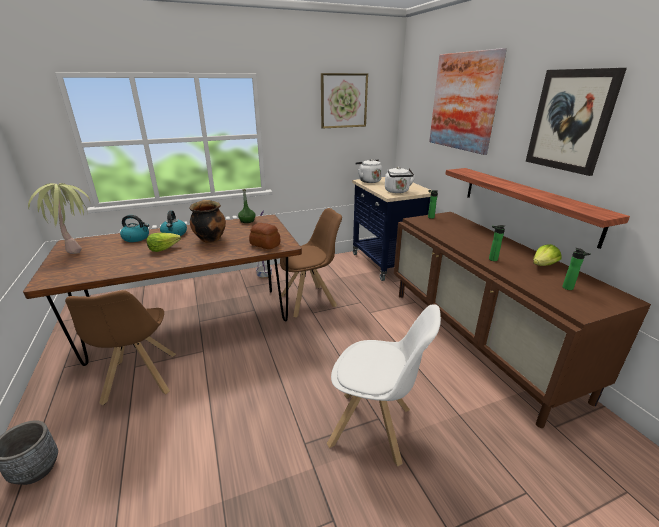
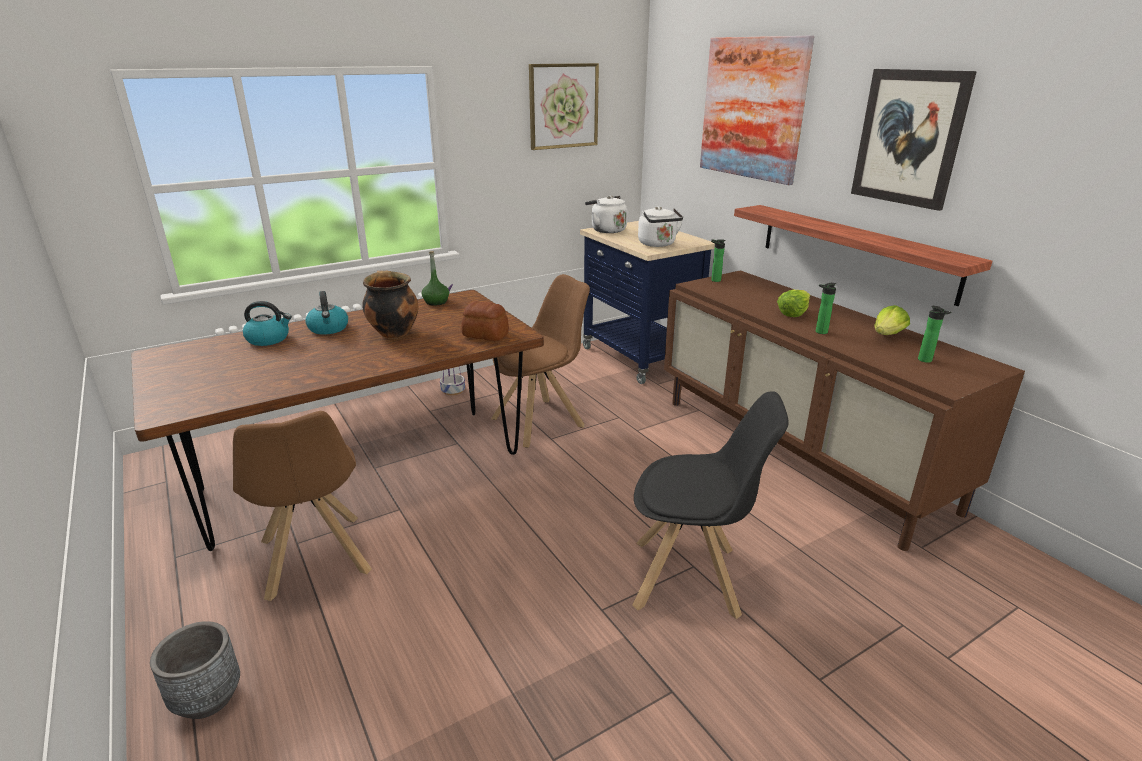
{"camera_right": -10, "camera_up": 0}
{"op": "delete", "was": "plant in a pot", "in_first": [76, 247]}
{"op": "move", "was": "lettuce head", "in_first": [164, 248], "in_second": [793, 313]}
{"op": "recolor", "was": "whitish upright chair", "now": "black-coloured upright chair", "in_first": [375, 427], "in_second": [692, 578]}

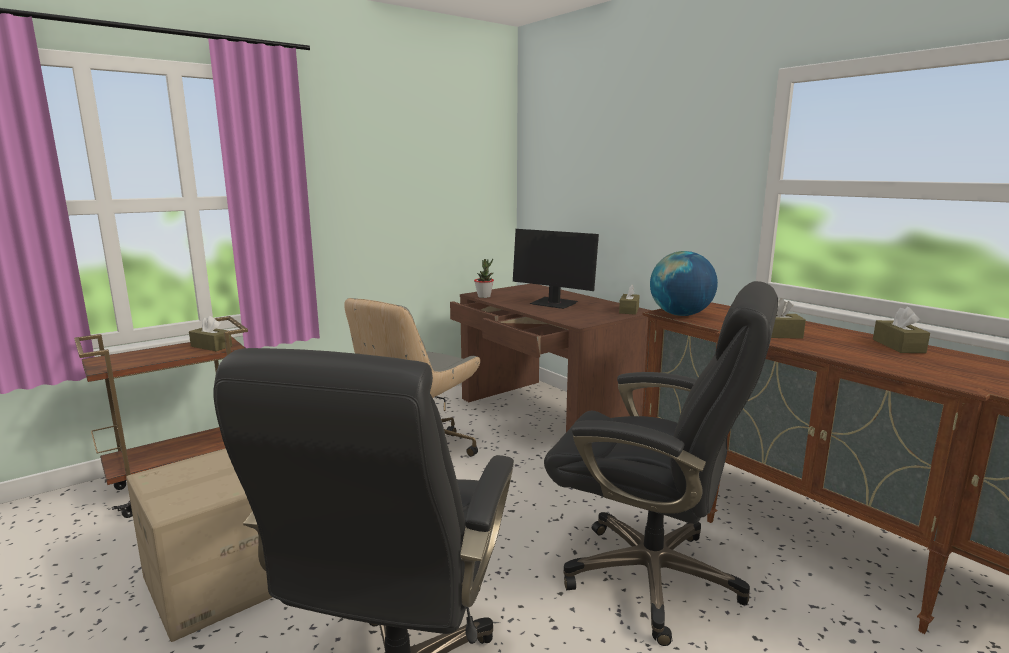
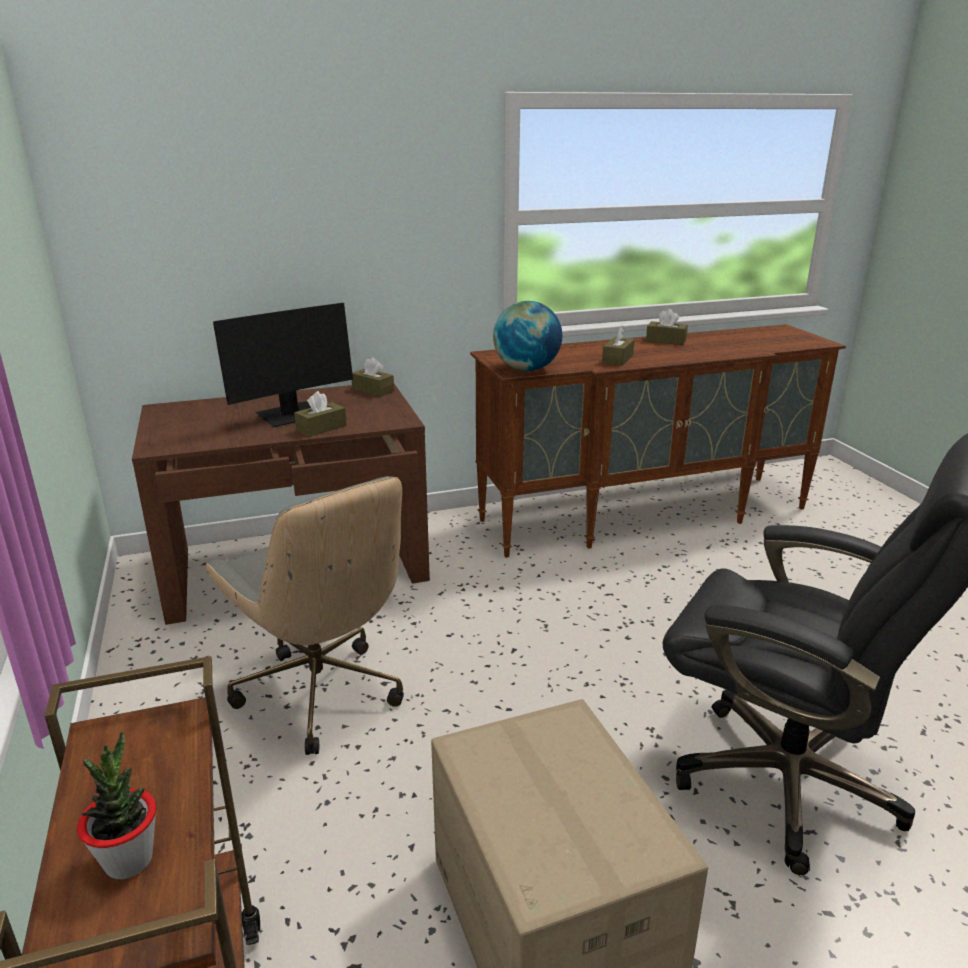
{"camera_right": -70, "camera_up": 10}
{"op": "move", "was": "plant in a pot", "in_first": [484, 296], "in_second": [129, 860]}
{"op": "delete", "was": "black-coloured office chair", "in_first": [647, 576]}
{"op": "move", "was": "brownish tissue box", "in_first": [211, 346], "in_second": [321, 428]}

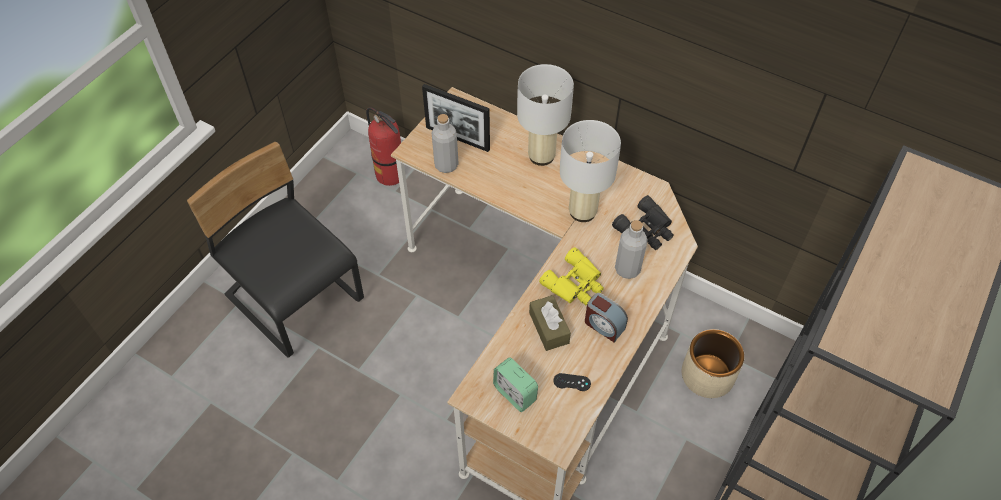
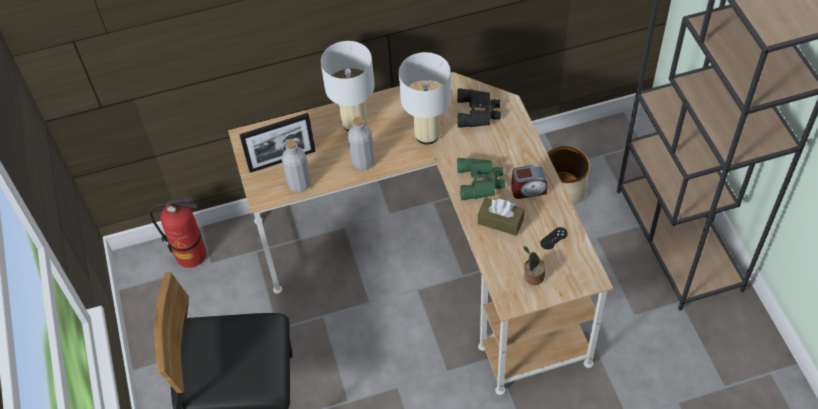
{"camera_right": -45, "camera_up": 0}
{"op": "move", "was": "gray beverage bottle", "in_first": [627, 269], "in_second": [363, 162]}
{"op": "recolor", "was": "yellowish binoculars", "now": "greenish binoculars", "in_first": [575, 284], "in_second": [481, 182]}
{"op": "replace", "was": "table clock", "now": "plant in a pot", "in_first": [515, 393], "in_second": [532, 276]}

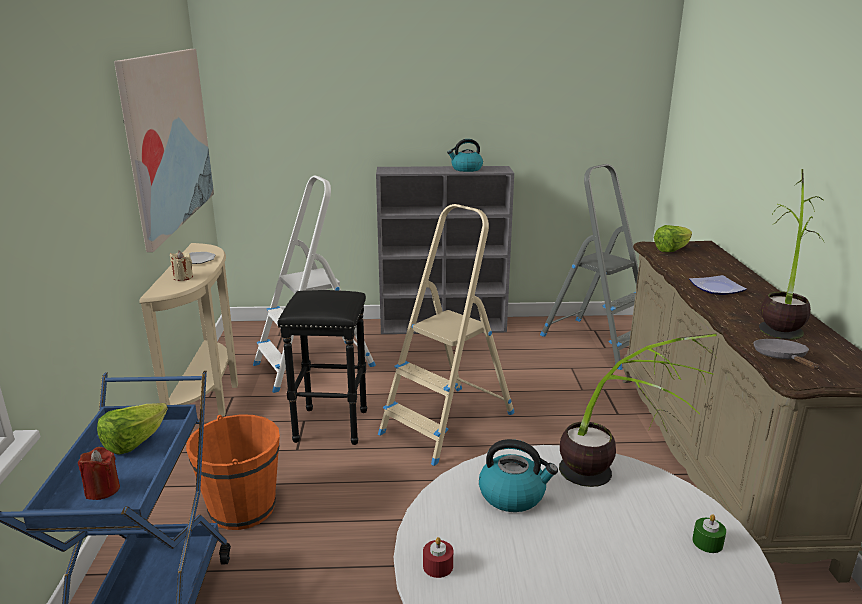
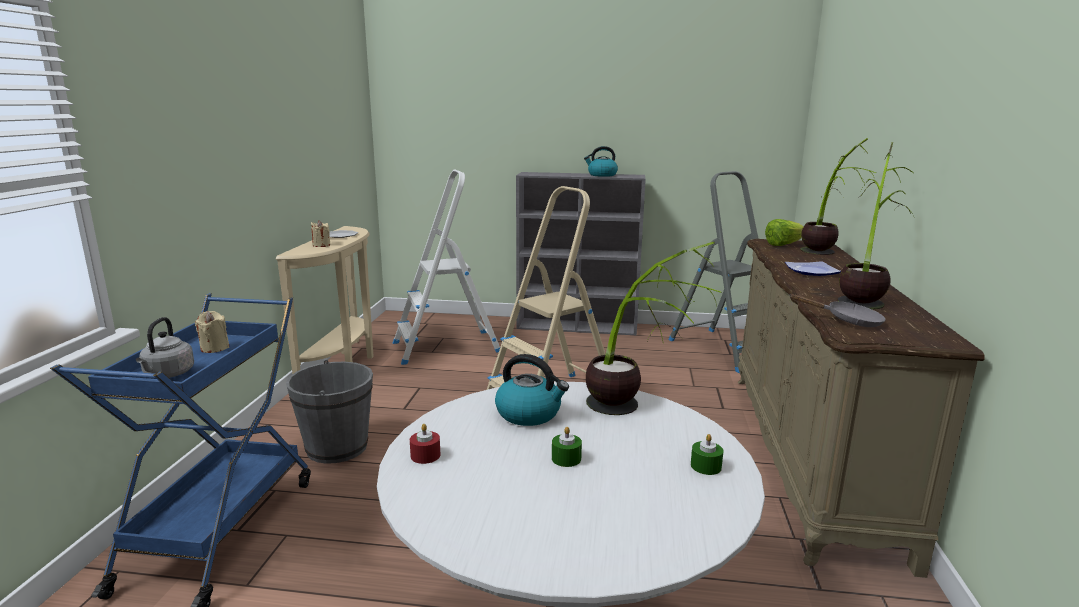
{"camera_right": 10, "camera_up": -5}
{"op": "delete", "was": "picture", "in_first": [169, 140]}
{"op": "delete", "was": "black-coloured sitting stool", "in_first": [330, 424]}
{"op": "rotate", "was": "gray frying pan", "in_first": [782, 358], "in_second": [847, 321], "clockwise": 105}
{"op": "replace", "was": "lettuce head", "now": "beige candle", "in_first": [134, 443], "in_second": [214, 348]}
{"op": "recolor", "was": "orangey pail", "now": "gray pail", "in_first": [242, 508], "in_second": [337, 447]}
{"op": "replace", "was": "red-coloured candle", "now": "gray kettle", "in_first": [102, 490], "in_second": [167, 374]}
{"op": "insert", "now": "plant in a pot", "in_second": [825, 255]}
{"op": "insert", "now": "greenish candle", "in_second": [566, 458]}

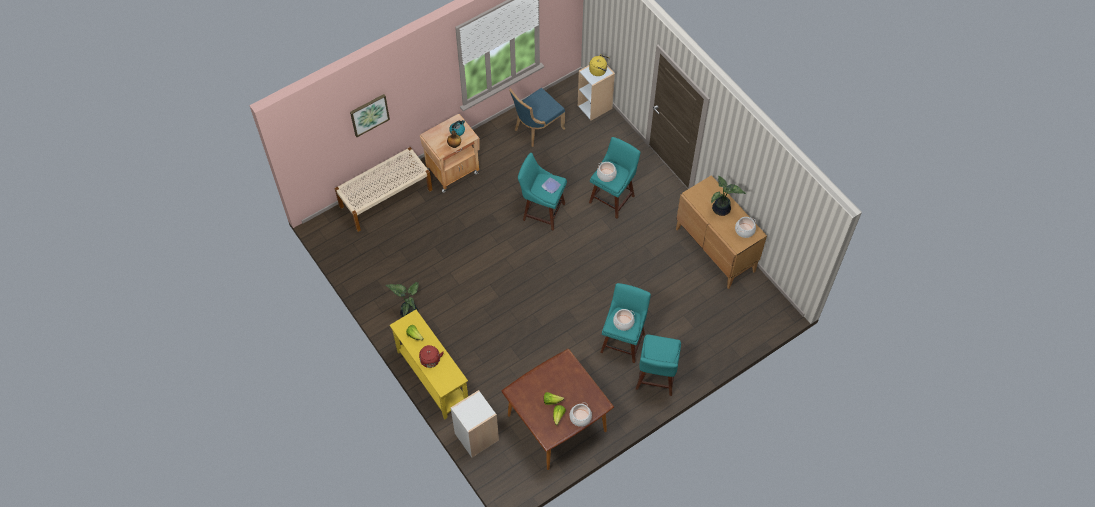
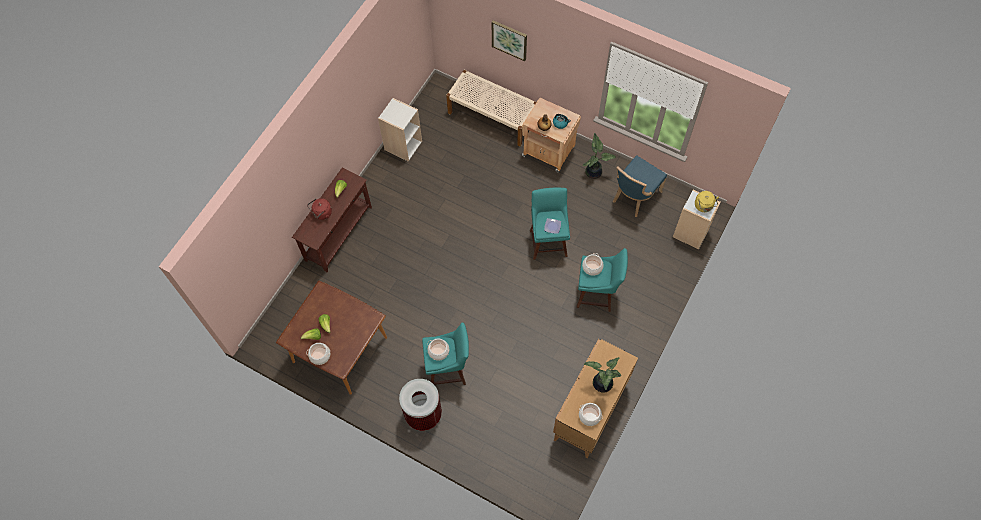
{"camera_right": 65, "camera_up": 5}
{"op": "rotate", "was": "bluish upright chair", "in_first": [536, 129], "in_second": [634, 197], "clockwise": -75}
{"op": "move", "was": "plant in a pot", "in_first": [409, 312], "in_second": [594, 171]}
{"op": "recolor", "was": "yellowish console table", "now": "brownish console table", "in_first": [432, 377], "in_second": [338, 233]}
{"op": "replace", "was": "turquoise sitting stool", "now": "trash can", "in_first": [655, 379], "in_second": [423, 414]}
{"op": "move", "was": "shelving unit", "in_first": [476, 436], "in_second": [403, 145]}

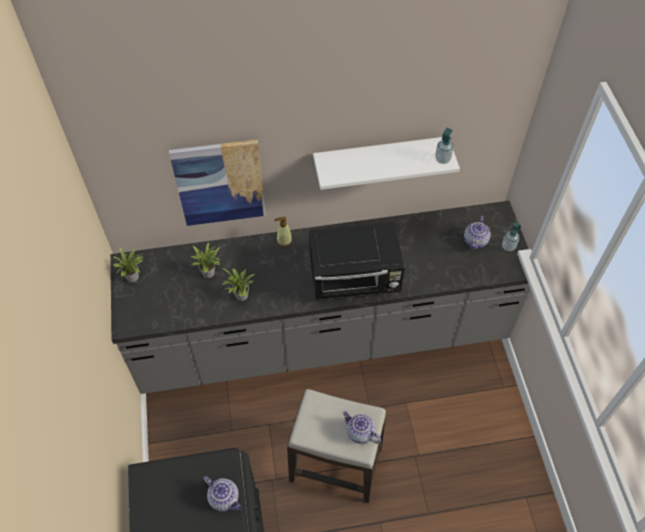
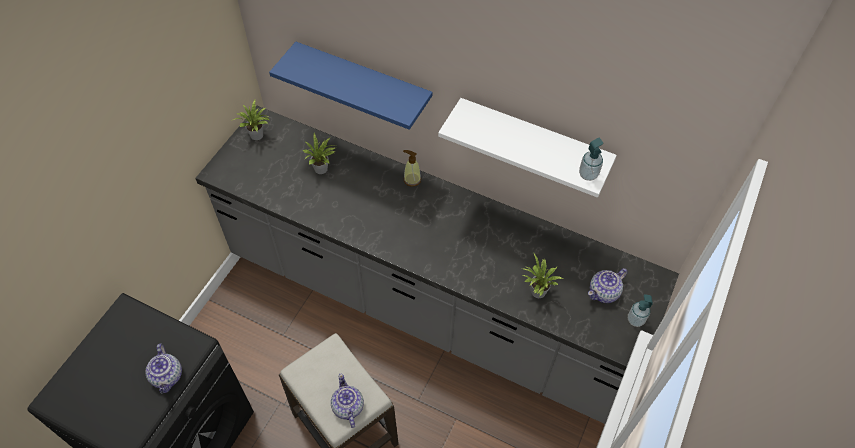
{"camera_right": 35, "camera_up": 0}
{"op": "replace", "was": "picture", "now": "bluish wall shelf", "in_first": [220, 183], "in_second": [363, 83]}
{"op": "delete", "was": "black-coloured kitchen microwave", "in_first": [355, 278]}
{"op": "move", "was": "plant in a pot", "in_first": [241, 297], "in_second": [536, 292]}

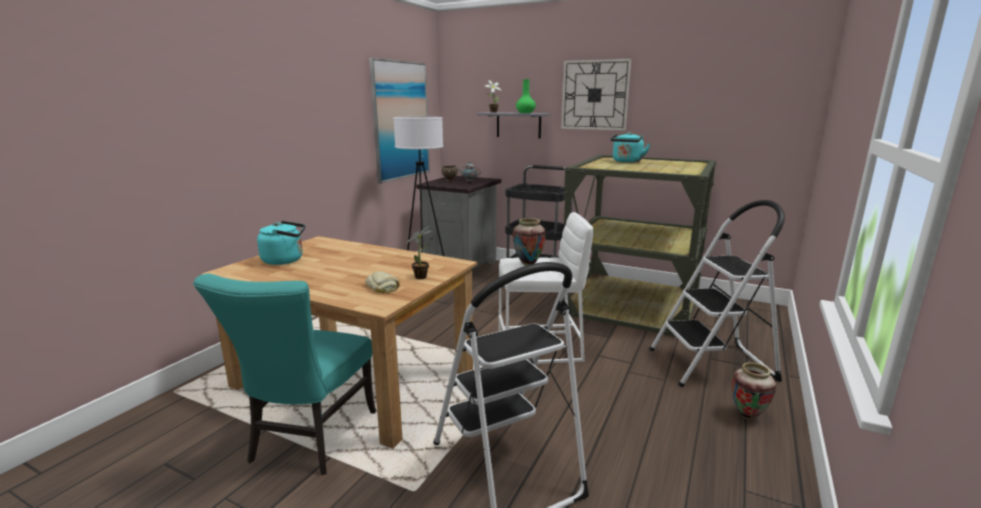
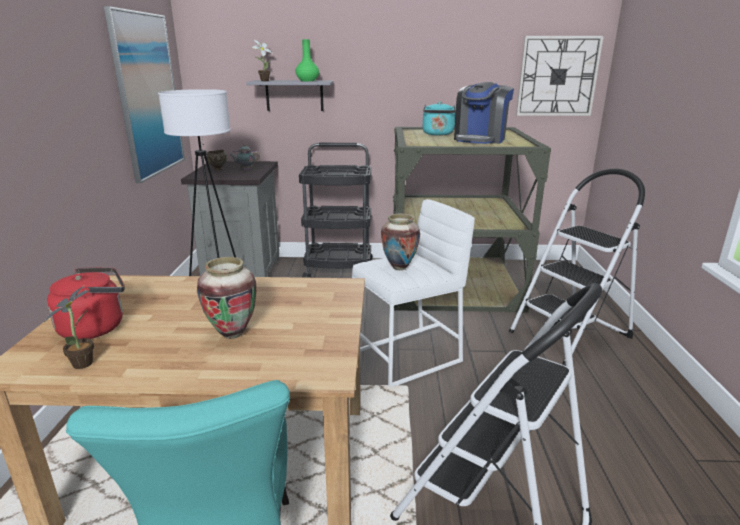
{"camera_right": -25, "camera_up": 5}
{"op": "move", "was": "hanging clock", "in_first": [594, 95], "in_second": [557, 76]}
{"op": "recolor", "was": "turquoise kettle", "now": "red-coloured kettle", "in_first": [285, 260], "in_second": [96, 327]}
{"op": "move", "was": "plant in a pot", "in_first": [422, 276], "in_second": [86, 362]}
{"op": "delete", "was": "baked bread", "in_first": [382, 286]}
{"op": "move", "was": "decorative vase", "in_first": [747, 415], "in_second": [232, 334]}
{"op": "insert", "now": "coffee brewer", "in_second": [480, 139]}

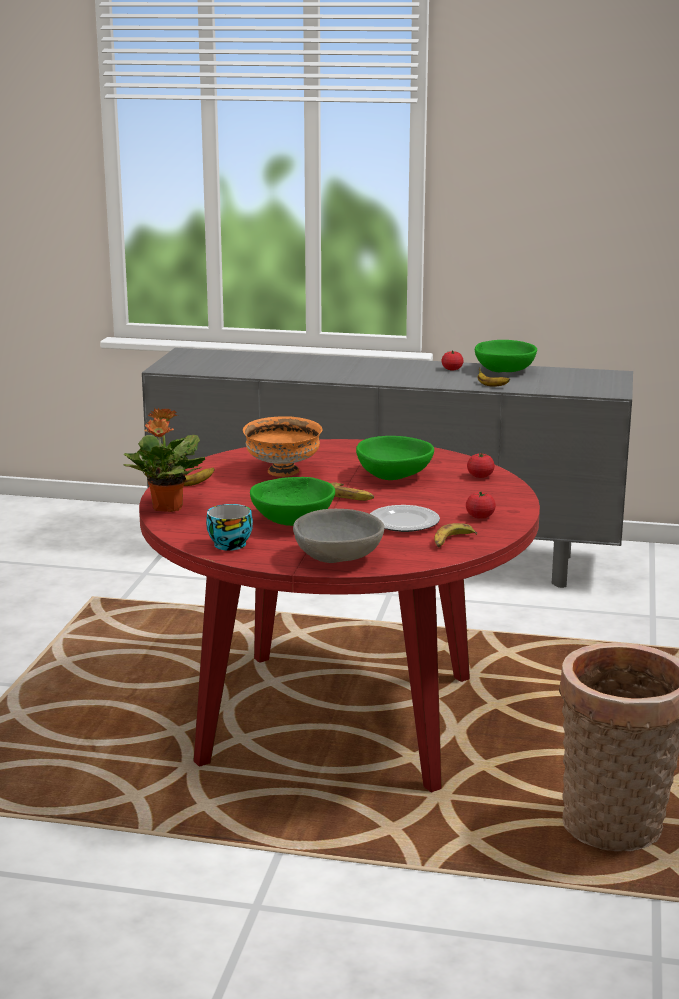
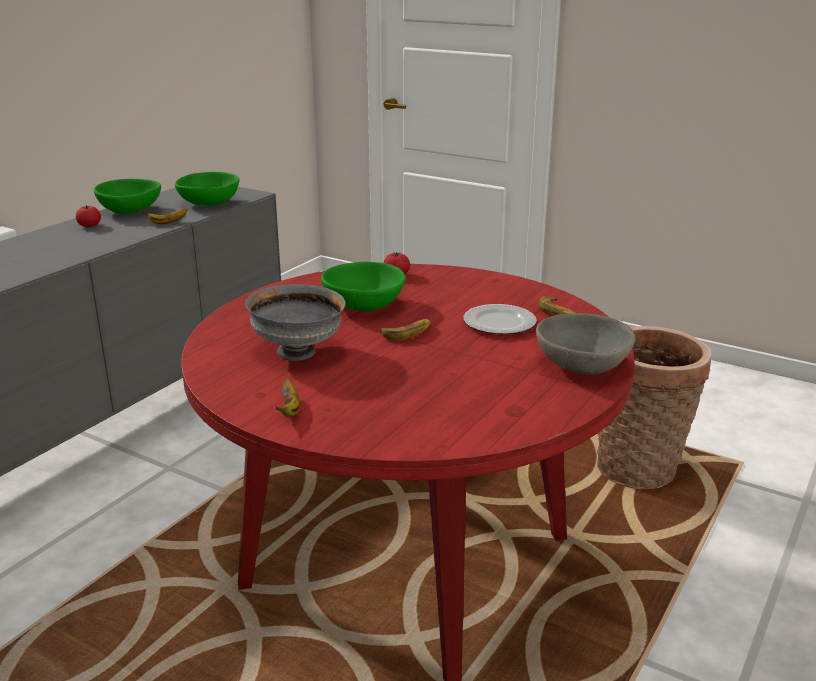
{"camera_right": -70, "camera_up": 5}
{"op": "delete", "was": "plant in a pot", "in_first": [167, 508]}
{"op": "recolor", "was": "orangey bowl", "now": "gray bowl", "in_first": [284, 472], "in_second": [298, 352]}
{"op": "move", "was": "greenish bowl", "in_first": [292, 521], "in_second": [208, 204]}
{"op": "delete", "was": "whole tomato", "in_first": [480, 516]}
{"op": "delete", "was": "drinking cup", "in_first": [230, 544]}

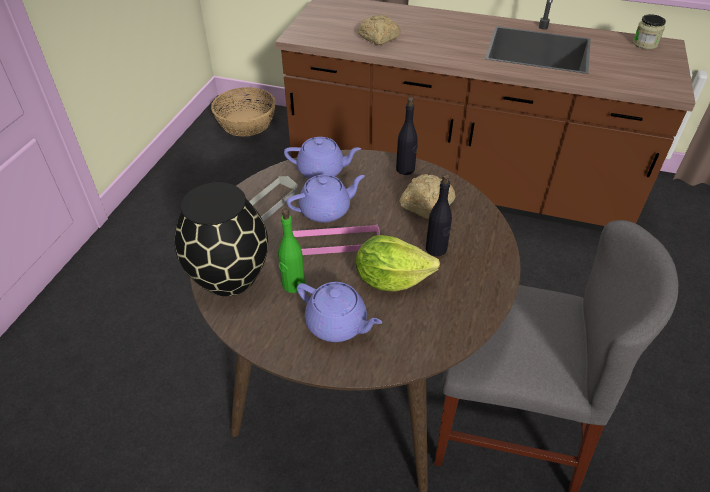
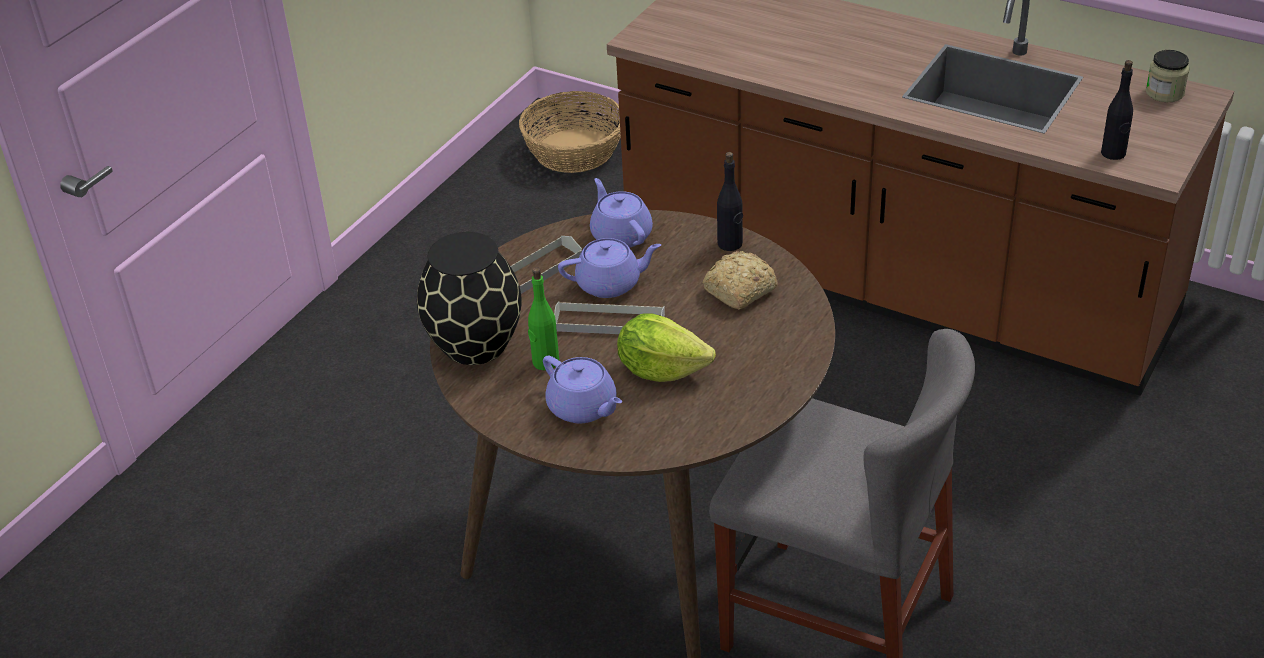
{"camera_right": 15, "camera_up": -5}
{"op": "delete", "was": "baked bread", "in_first": [378, 38]}
{"op": "rotate", "was": "purplish pot for tea", "in_first": [322, 171], "in_second": [620, 235], "clockwise": -135}
{"op": "move", "was": "black-coloured beverage bottle", "in_first": [436, 249], "in_second": [1113, 153]}
{"op": "recolor", "was": "pink tray", "now": "gray tray", "in_first": [335, 243], "in_second": [609, 322]}

